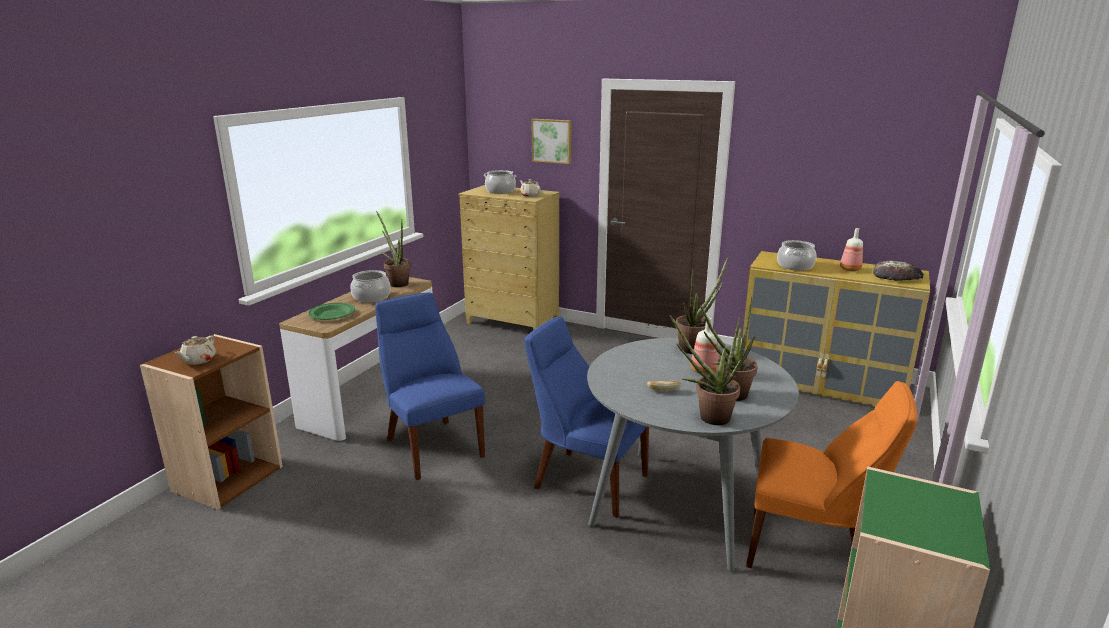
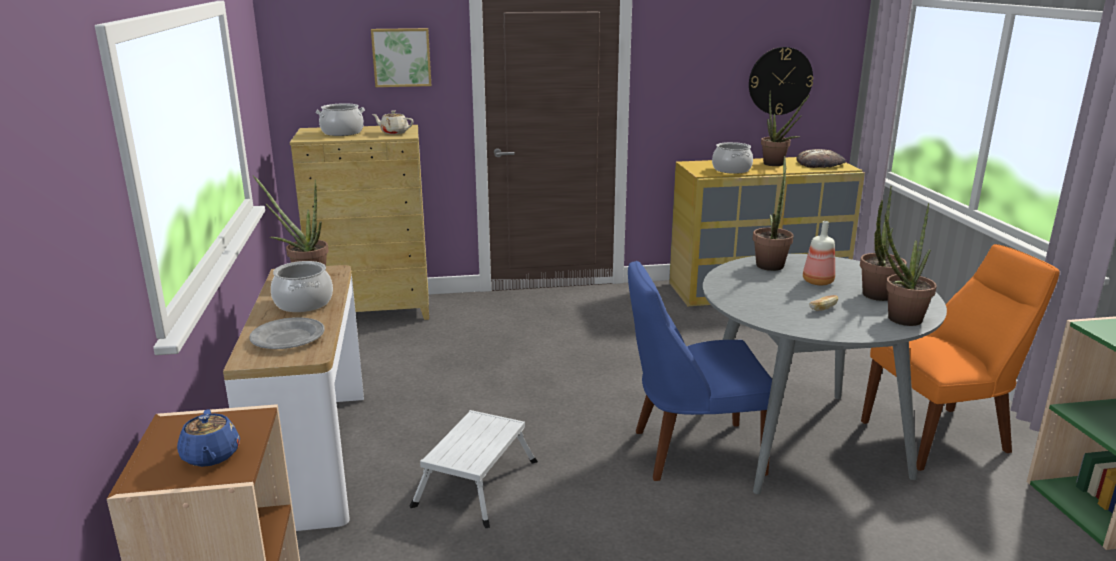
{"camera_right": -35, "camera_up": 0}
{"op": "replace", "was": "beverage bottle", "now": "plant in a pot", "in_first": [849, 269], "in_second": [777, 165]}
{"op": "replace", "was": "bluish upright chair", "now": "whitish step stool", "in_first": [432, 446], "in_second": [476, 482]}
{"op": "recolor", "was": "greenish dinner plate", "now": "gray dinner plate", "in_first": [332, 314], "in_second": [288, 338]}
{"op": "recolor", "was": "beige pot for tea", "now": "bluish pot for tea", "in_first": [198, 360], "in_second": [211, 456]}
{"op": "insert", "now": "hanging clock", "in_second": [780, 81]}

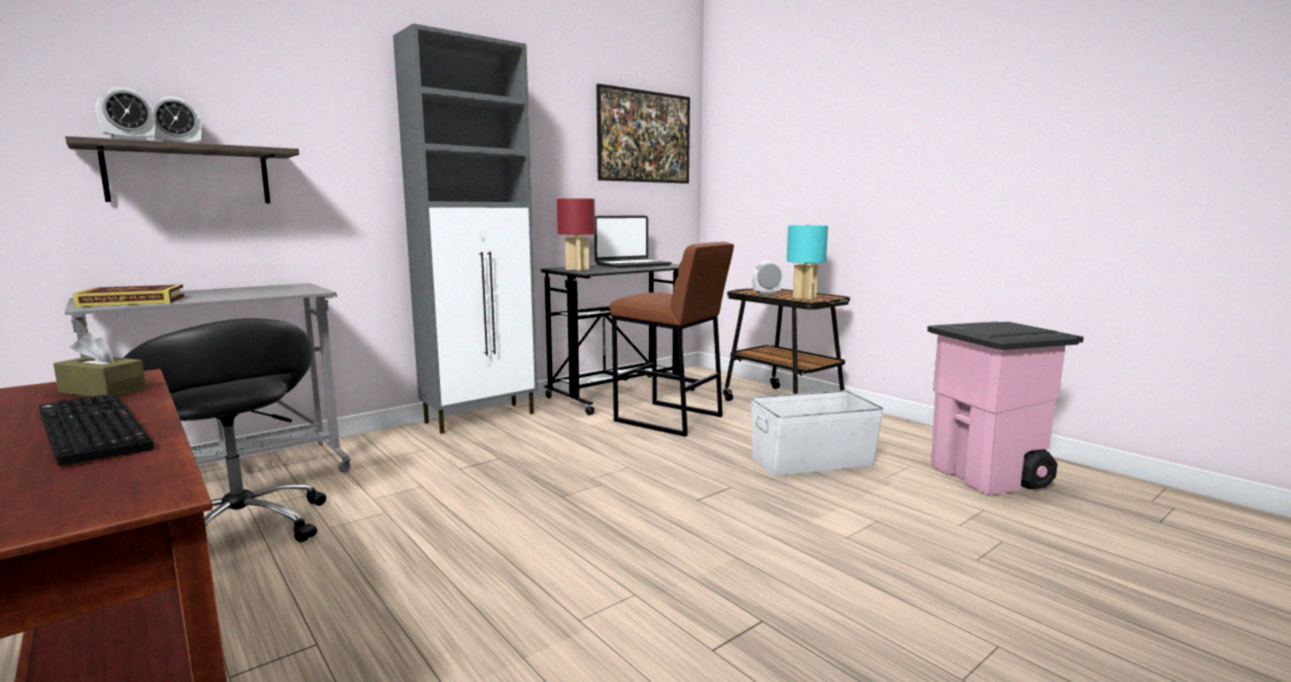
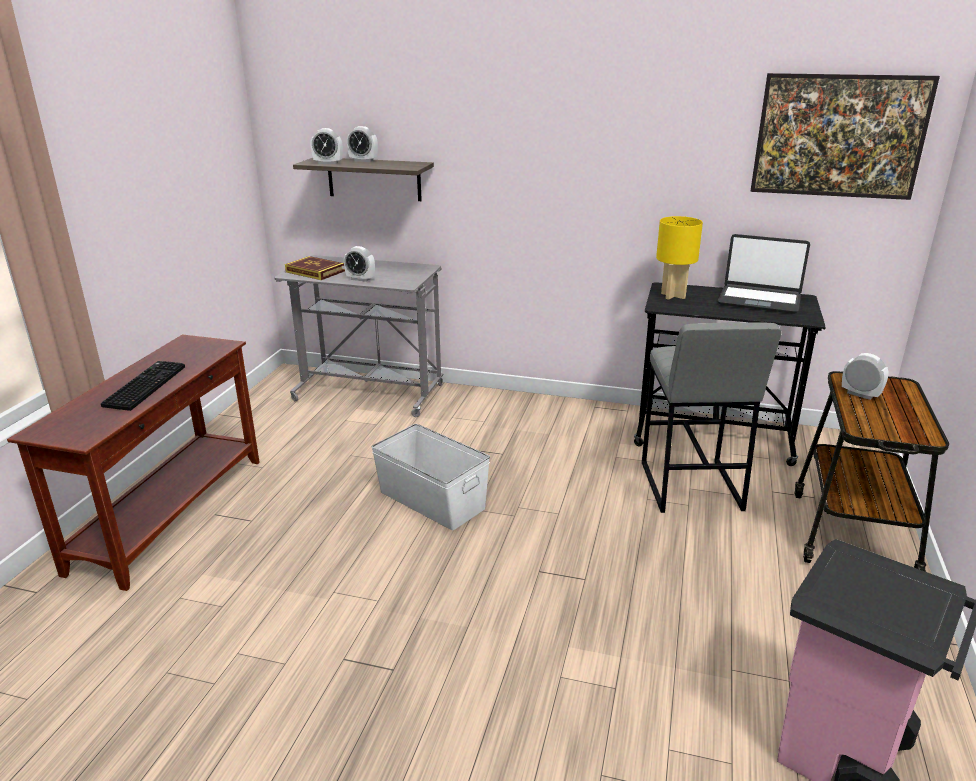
{"camera_right": 55, "camera_up": 15}
{"op": "delete", "was": "gray cabinet", "in_first": [482, 417]}
{"op": "recolor", "was": "red-coloured table lamp", "now": "yellowish table lamp", "in_first": [576, 269], "in_second": [672, 295]}
{"op": "delete", "was": "turquoise table lamp", "in_first": [804, 297]}
{"op": "recolor", "was": "brownish sitting stool", "now": "gray sitting stool", "in_first": [671, 419], "in_second": [691, 487]}
{"op": "delete", "was": "black-coloured office chair", "in_first": [240, 533]}
{"op": "delete", "was": "brownish tissue box", "in_first": [103, 391]}
{"op": "move", "was": "whitish storage box", "in_first": [813, 461], "in_second": [432, 500]}
{"op": "insert", "now": "table clock", "in_second": [360, 279]}

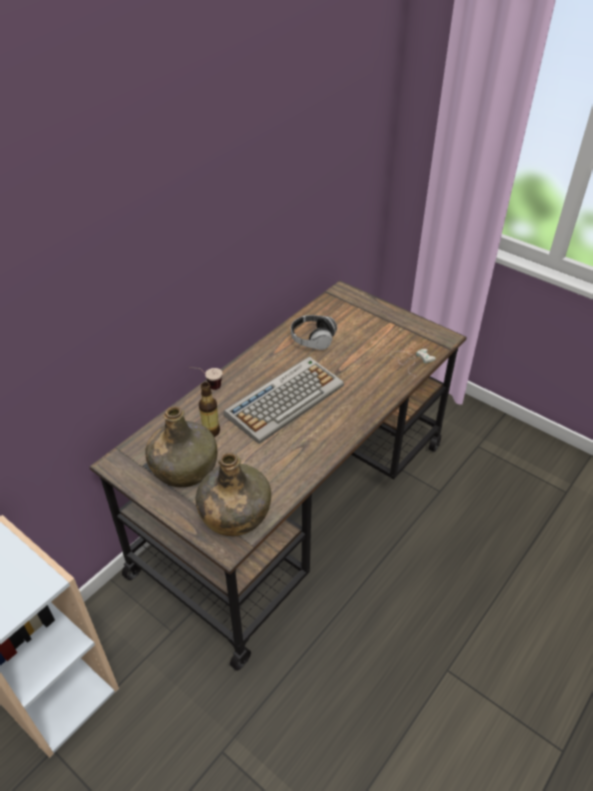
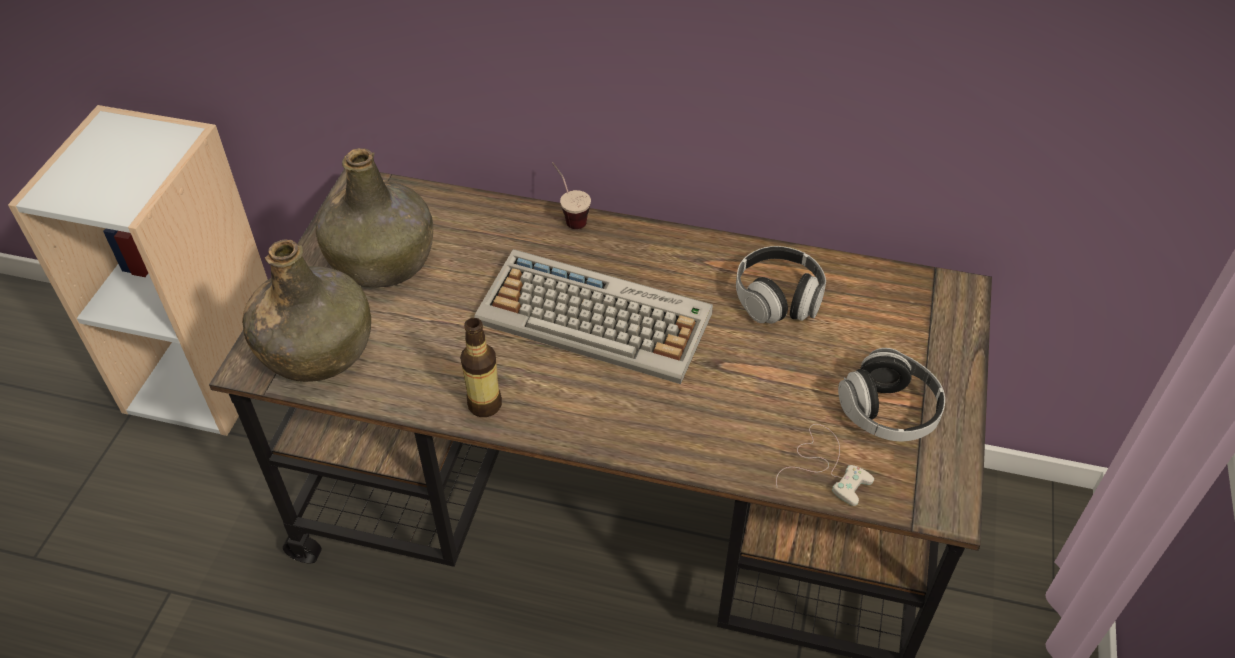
{"camera_right": 65, "camera_up": 5}
{"op": "move", "was": "beverage bottle", "in_first": [211, 431], "in_second": [485, 404]}
{"op": "insert", "now": "headset", "in_second": [888, 412]}

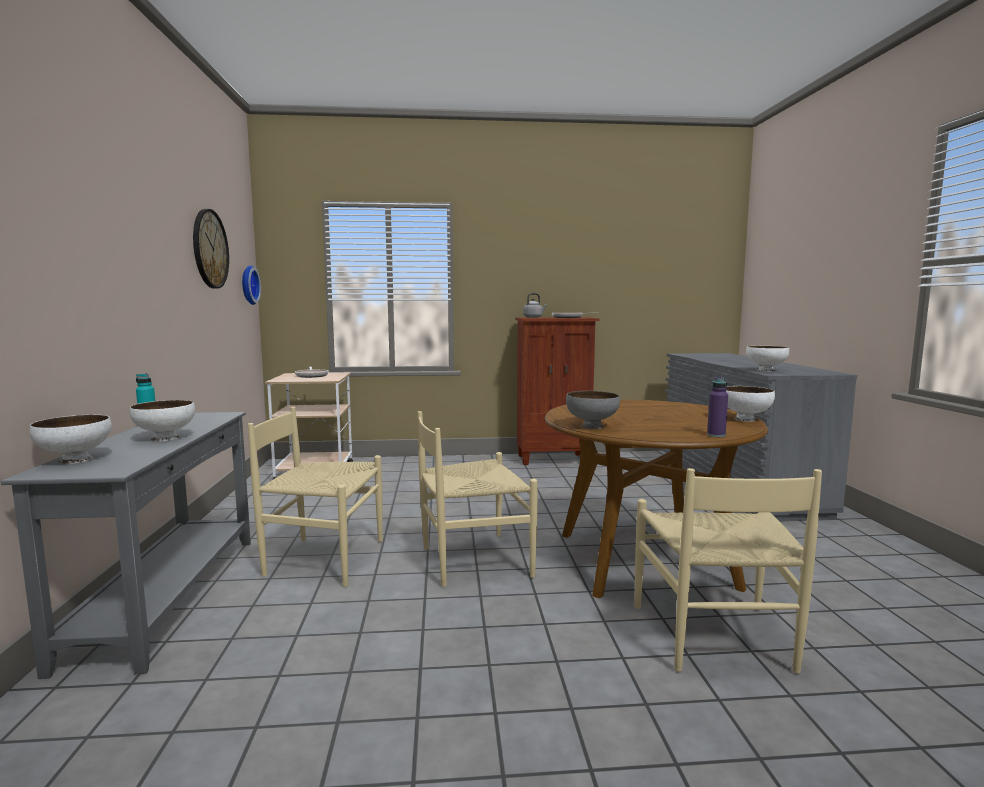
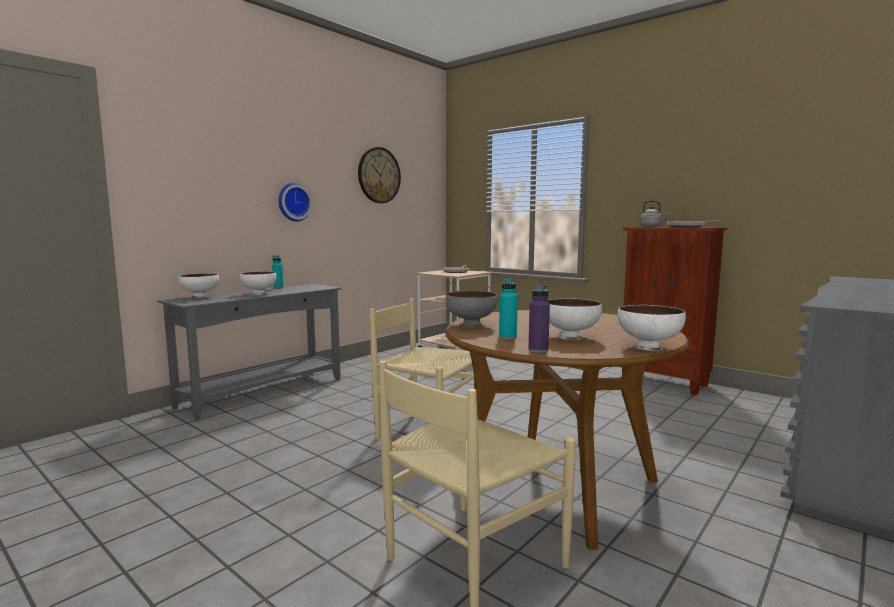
{"camera_right": 45, "camera_up": 0}
{"op": "move", "was": "hanging clock", "in_first": [248, 285], "in_second": [293, 202]}
{"op": "move", "was": "whitish bowl", "in_first": [766, 370], "in_second": [570, 337]}
{"op": "delete", "was": "beige upright chair", "in_first": [323, 559]}
{"op": "insert", "now": "turquoise beverage bottle", "in_second": [507, 337]}

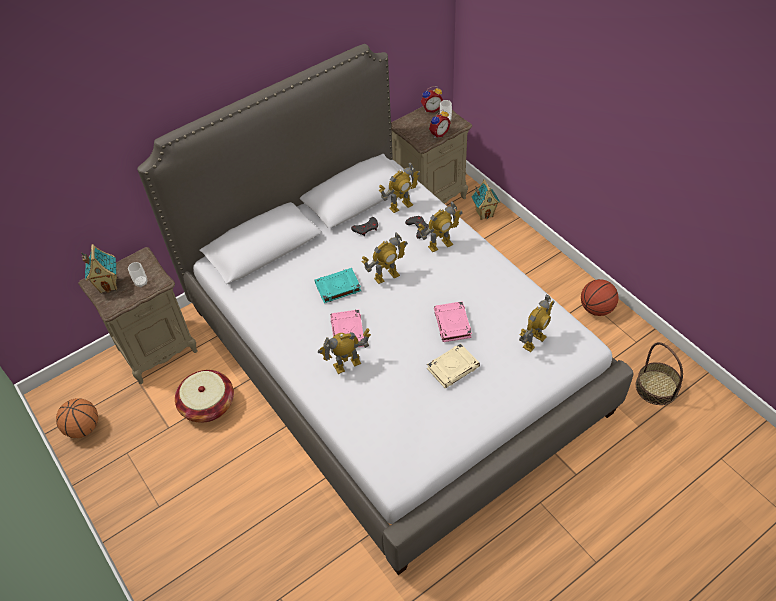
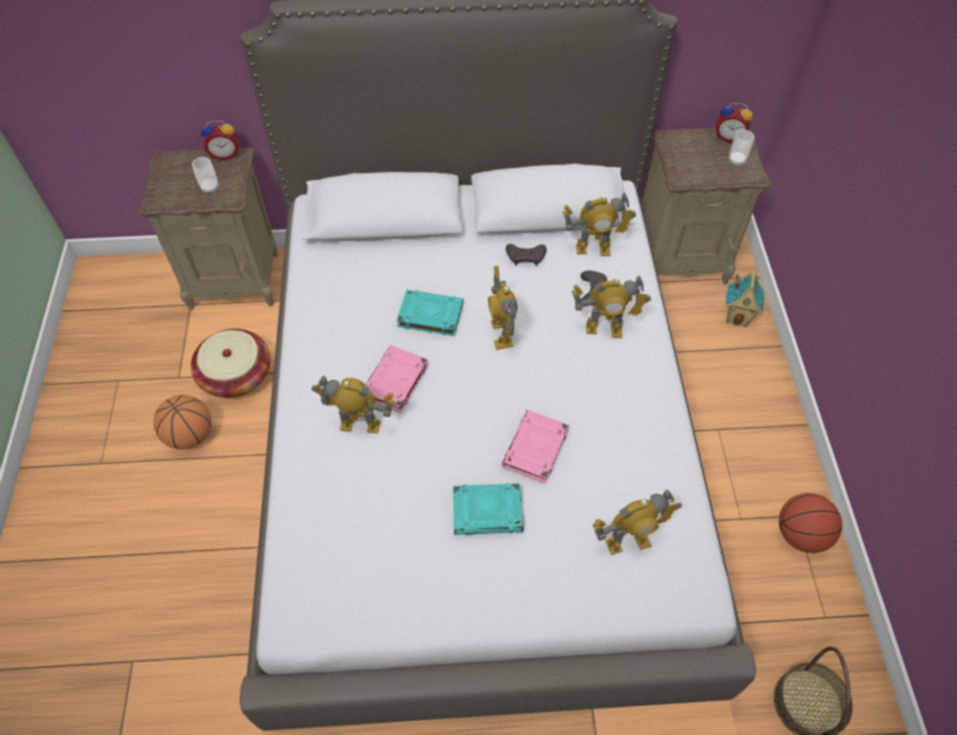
{"camera_right": 30, "camera_up": 5}
{"op": "move", "was": "table clock", "in_first": [438, 133], "in_second": [225, 154]}
{"op": "rotate", "was": "toy robot", "in_first": [386, 276], "in_second": [501, 334], "clockwise": 75}
{"op": "delete", "was": "model house", "in_first": [109, 284]}
{"op": "recolor", "was": "beige volume", "now": "turquoise volume", "in_first": [453, 367], "in_second": [488, 511]}
{"op": "move", "was": "ball for basketball", "in_first": [83, 428], "in_second": [190, 435]}

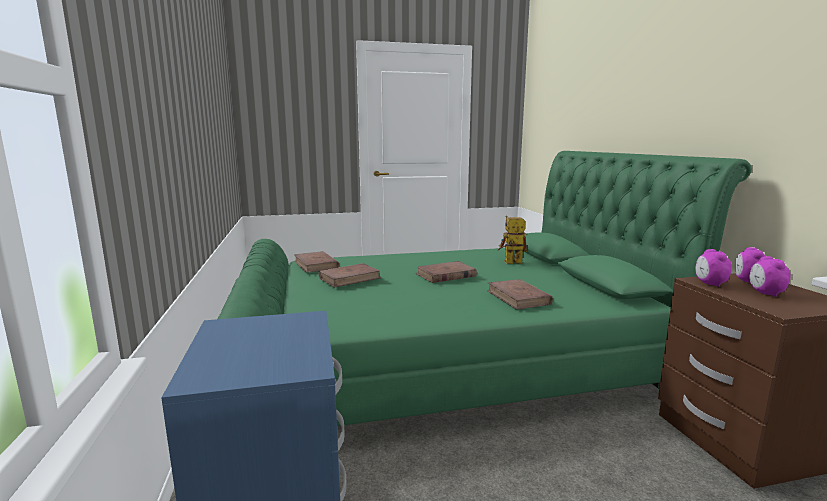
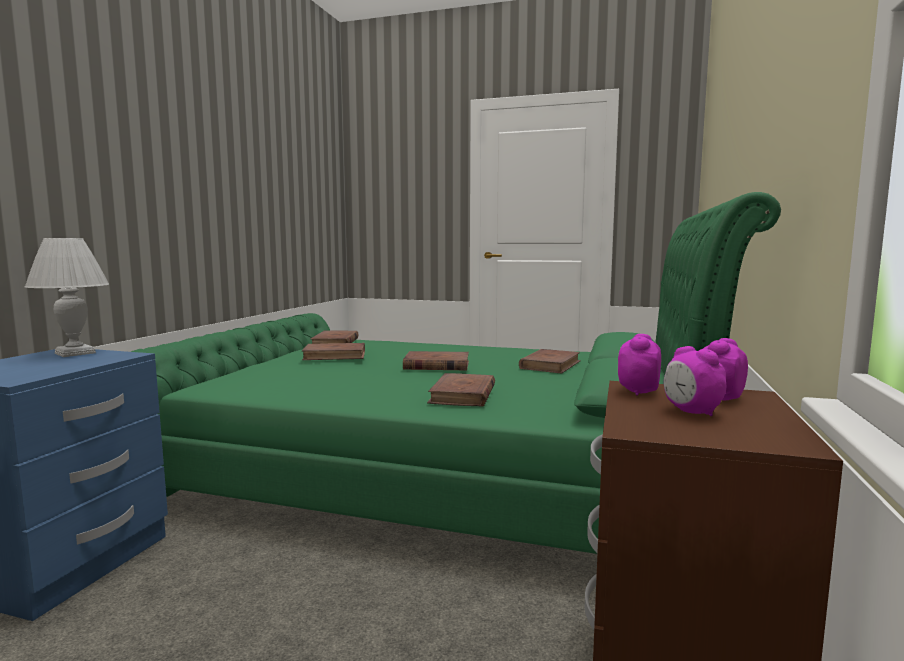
{"camera_right": 30, "camera_up": -5}
{"op": "replace", "was": "toy robot", "now": "brownish volume", "in_first": [509, 263], "in_second": [550, 365]}
{"op": "rotate", "was": "table clock", "in_first": [765, 293], "in_second": [691, 412], "clockwise": -60}
{"op": "insert", "now": "whitish table lamp", "in_second": [74, 353]}

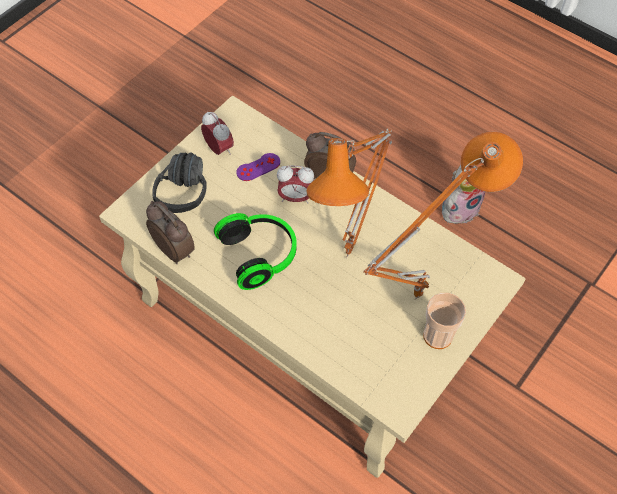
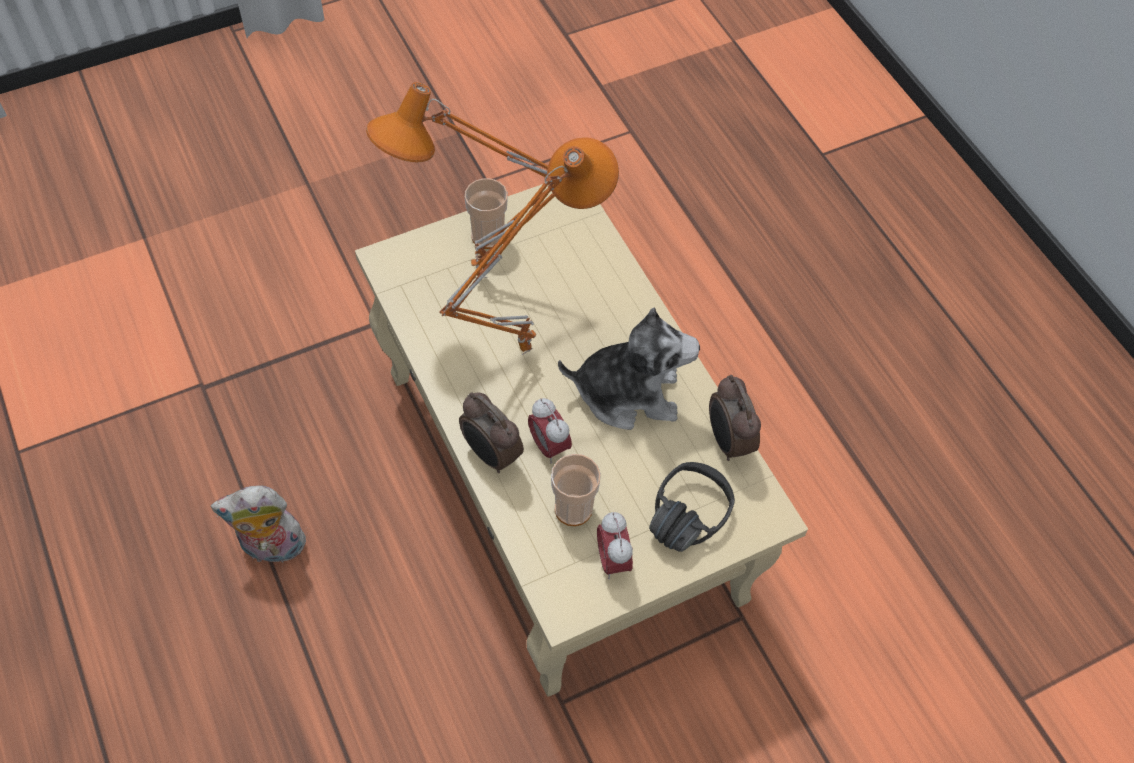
{"camera_right": -155, "camera_up": 0}
{"op": "replace", "was": "purplish gamepad", "now": "drinking cup", "in_first": [258, 167], "in_second": [573, 509]}
{"op": "rotate", "was": "table clock", "in_first": [295, 197], "in_second": [549, 446], "clockwise": -150}
{"op": "replace", "was": "headset", "now": "cuddly toy", "in_first": [260, 255], "in_second": [628, 393]}

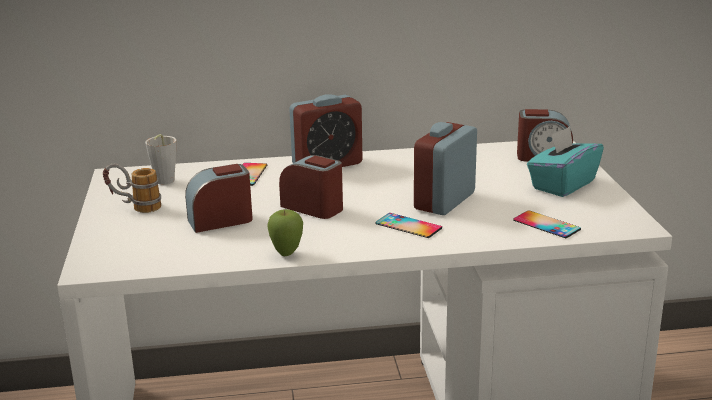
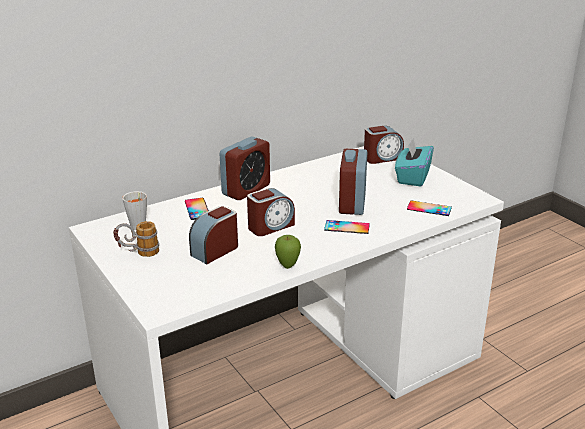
{"camera_right": -25, "camera_up": 5}
{"op": "rotate", "was": "table clock", "in_first": [313, 207], "in_second": [270, 226], "clockwise": 135}

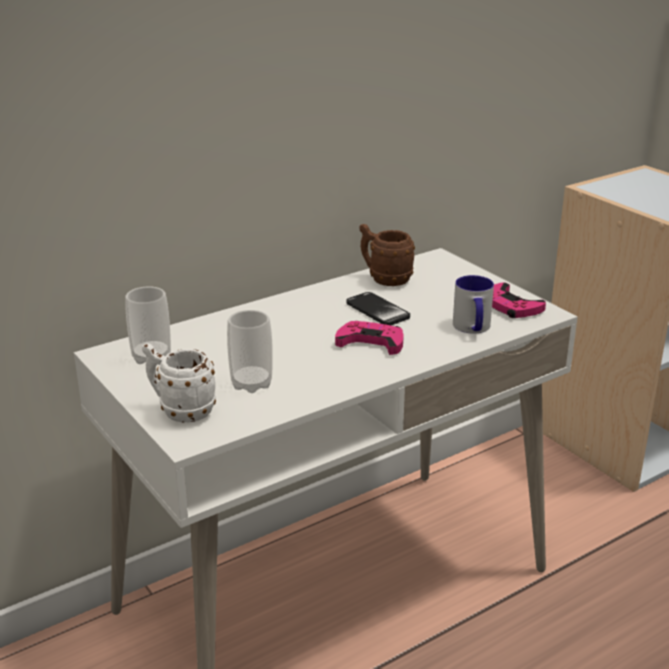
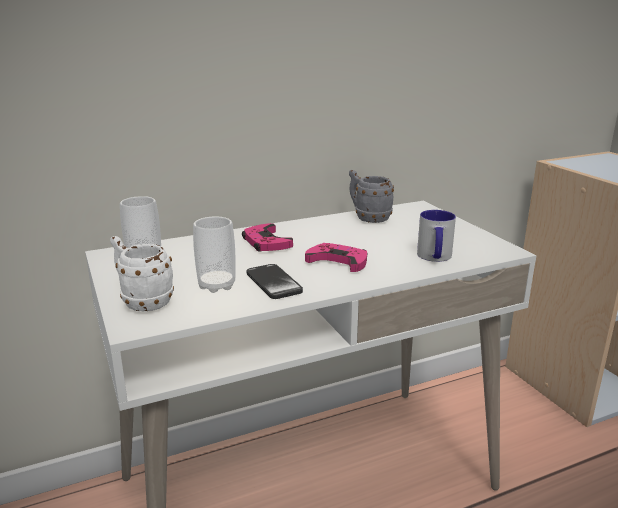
{"camera_right": 10, "camera_up": -5}
{"op": "recolor", "was": "brownish coffee mug", "now": "gray coffee mug", "in_first": [384, 279], "in_second": [368, 217]}
{"op": "move", "was": "pink gamepad", "in_first": [510, 306], "in_second": [266, 243]}
{"op": "move", "was": "phone", "in_first": [377, 310], "in_second": [273, 283]}

